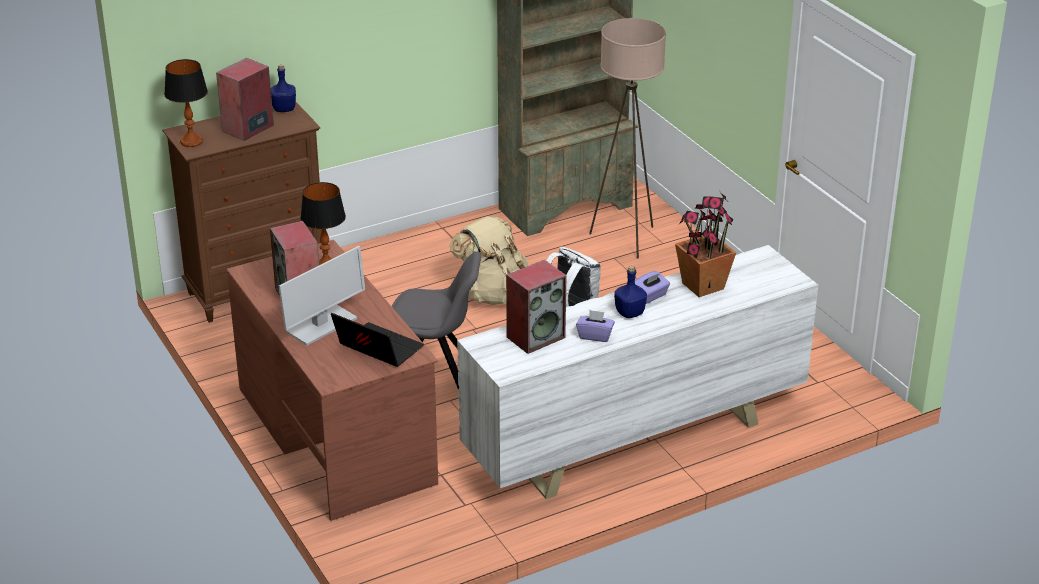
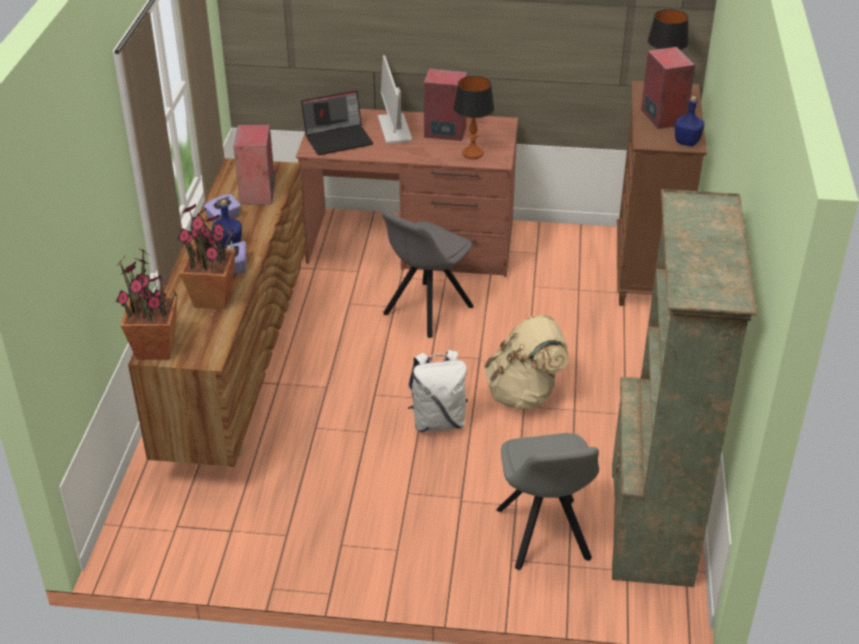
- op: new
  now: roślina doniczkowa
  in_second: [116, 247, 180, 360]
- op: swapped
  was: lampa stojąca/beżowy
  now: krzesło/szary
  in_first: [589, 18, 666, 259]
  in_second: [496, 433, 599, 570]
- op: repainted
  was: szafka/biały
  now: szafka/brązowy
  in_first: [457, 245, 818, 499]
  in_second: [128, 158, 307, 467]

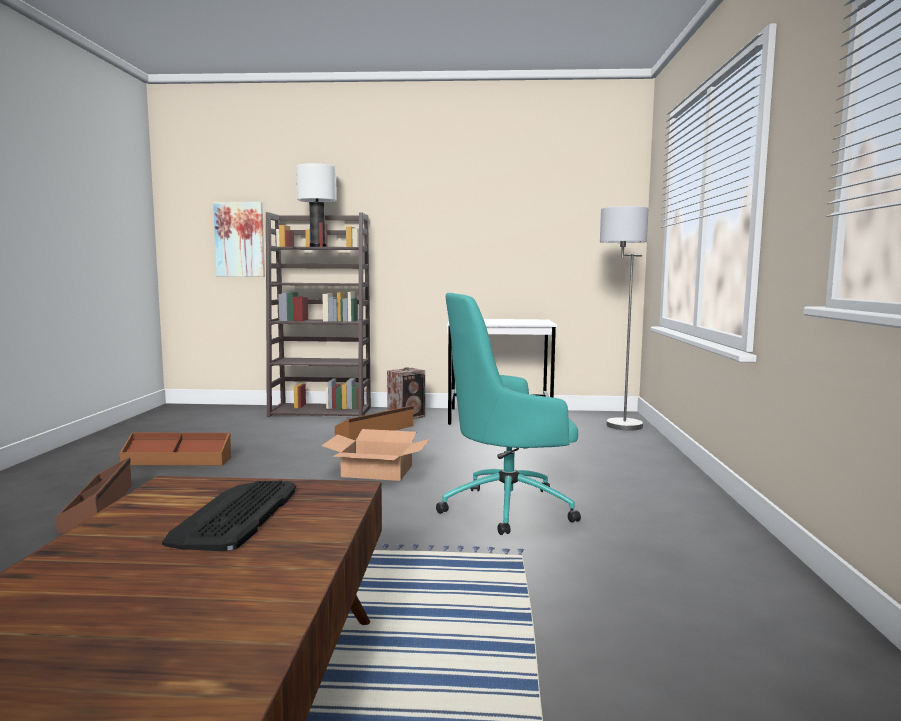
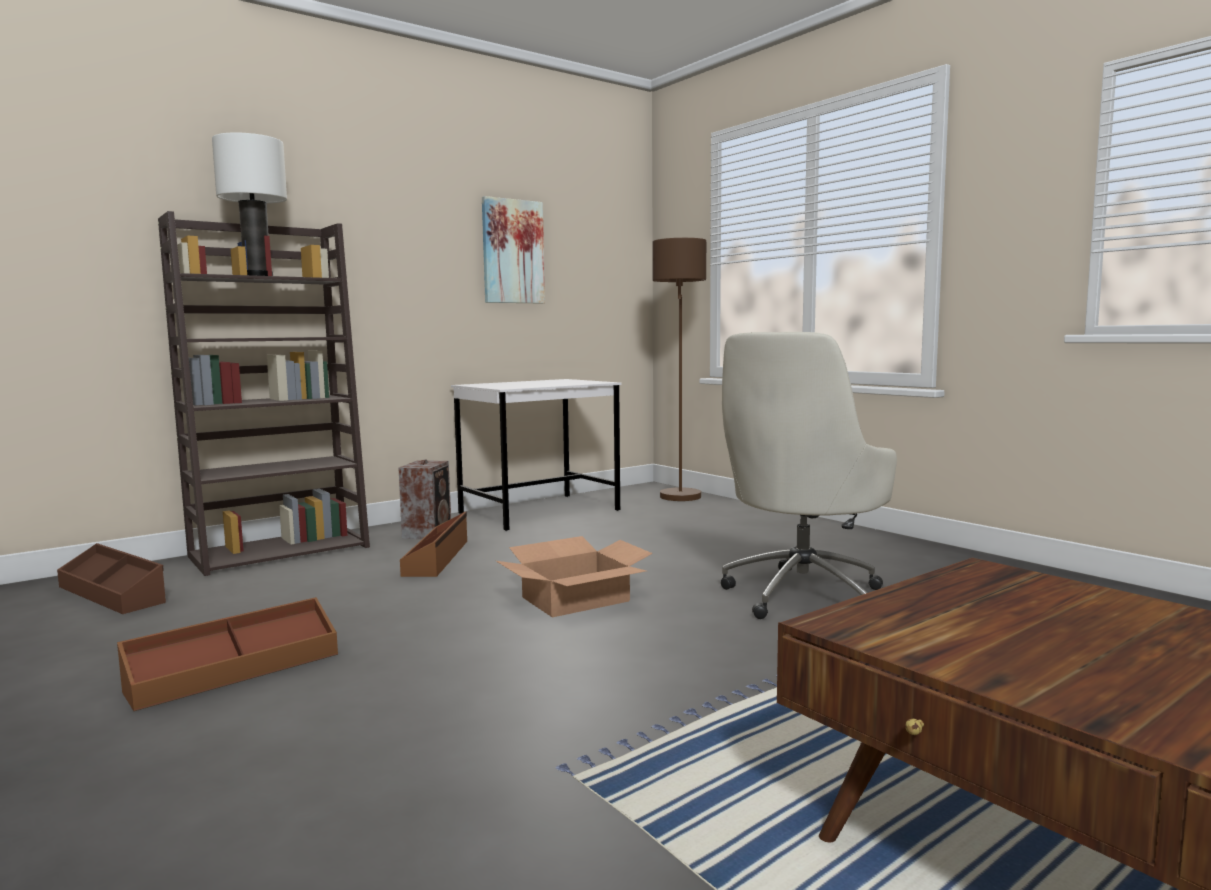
- op: gone
  was: klawiatura
  in_first: [162, 481, 296, 551]
- op: shifted
  was: pojemnik do przechowywania/brązowy
  in_first: [56, 457, 132, 533]
  in_second: [57, 543, 166, 614]
- op: shifted
  was: obraz
  in_first: [213, 202, 265, 277]
  in_second: [482, 196, 545, 304]
- op: repainted
  was: krzesło biurowe/turkusowy
  now: krzesło biurowe/beżowy
  in_first: [436, 293, 581, 535]
  in_second: [721, 332, 897, 619]
- op: repainted
  was: lampa stojąca/szary
  now: lampa stojąca/brązowy
  in_first: [600, 206, 648, 431]
  in_second: [652, 238, 706, 501]

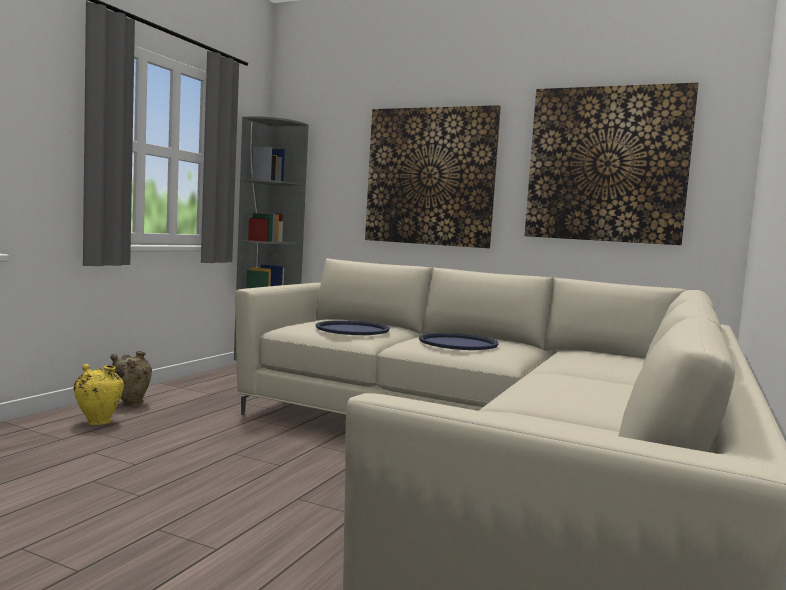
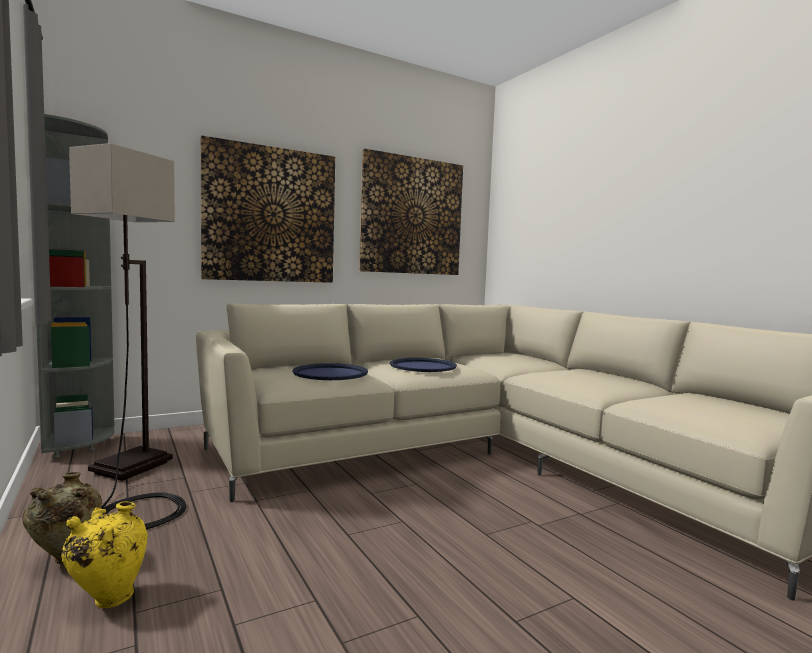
- op: new
  now: lampa stojąca
  in_second: [69, 143, 186, 529]

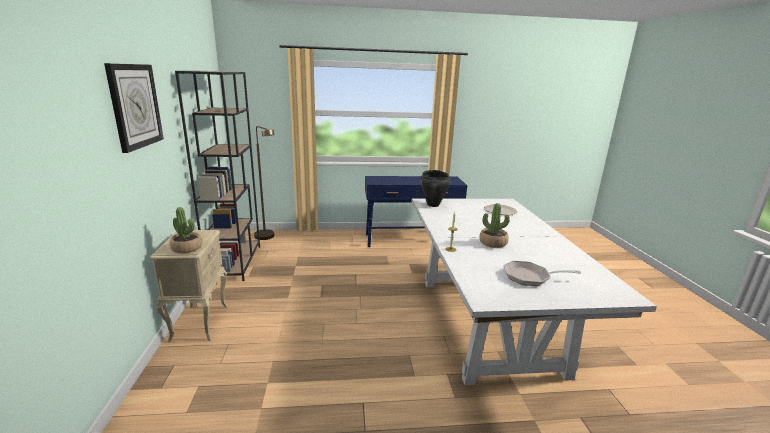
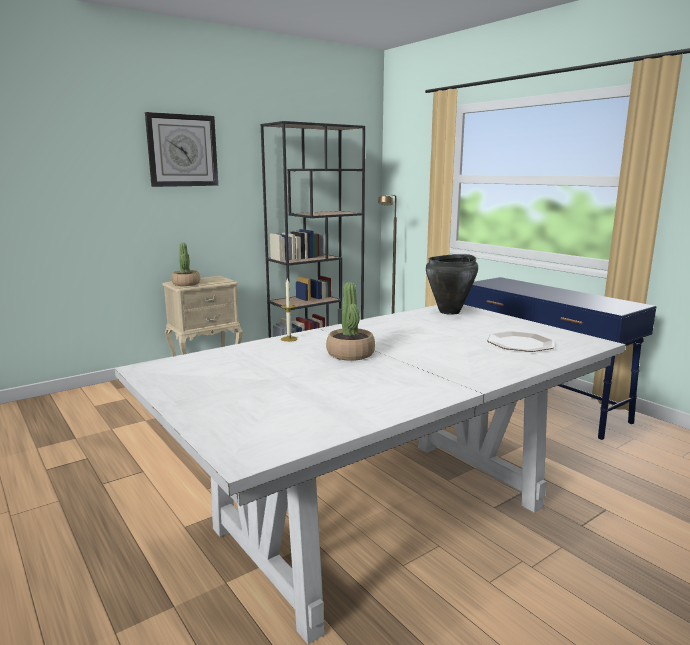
- op: gone
  was: patelnia
  in_first: [503, 261, 581, 286]

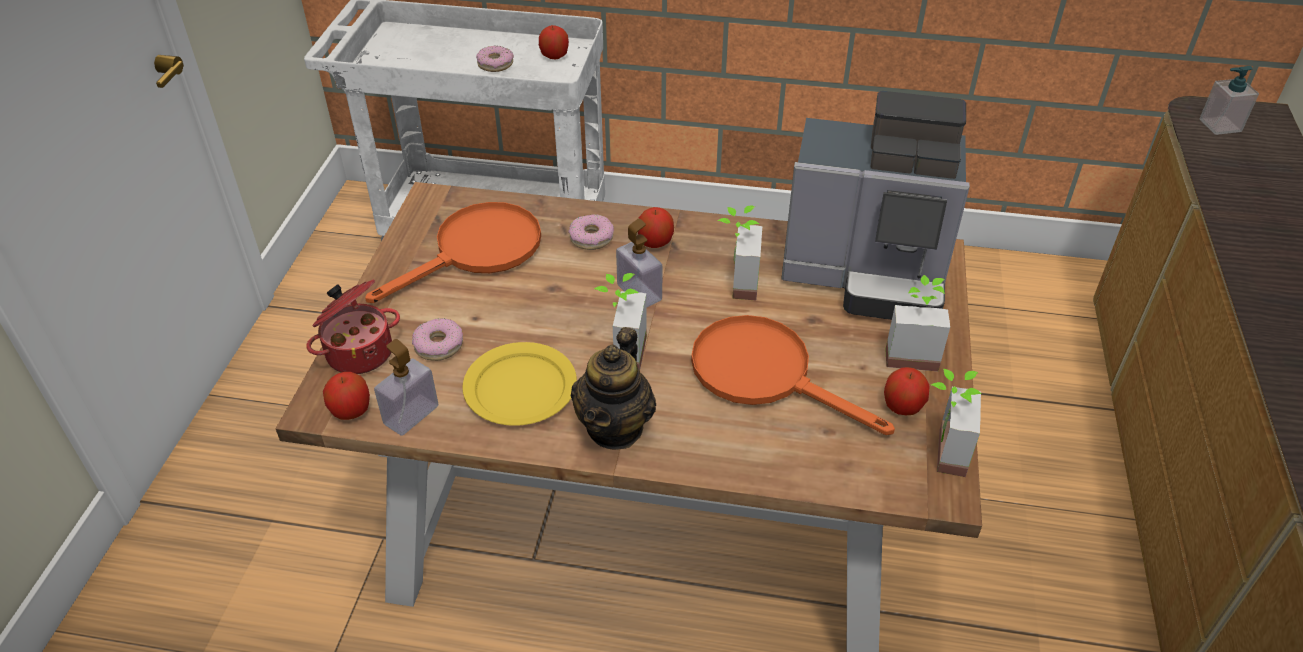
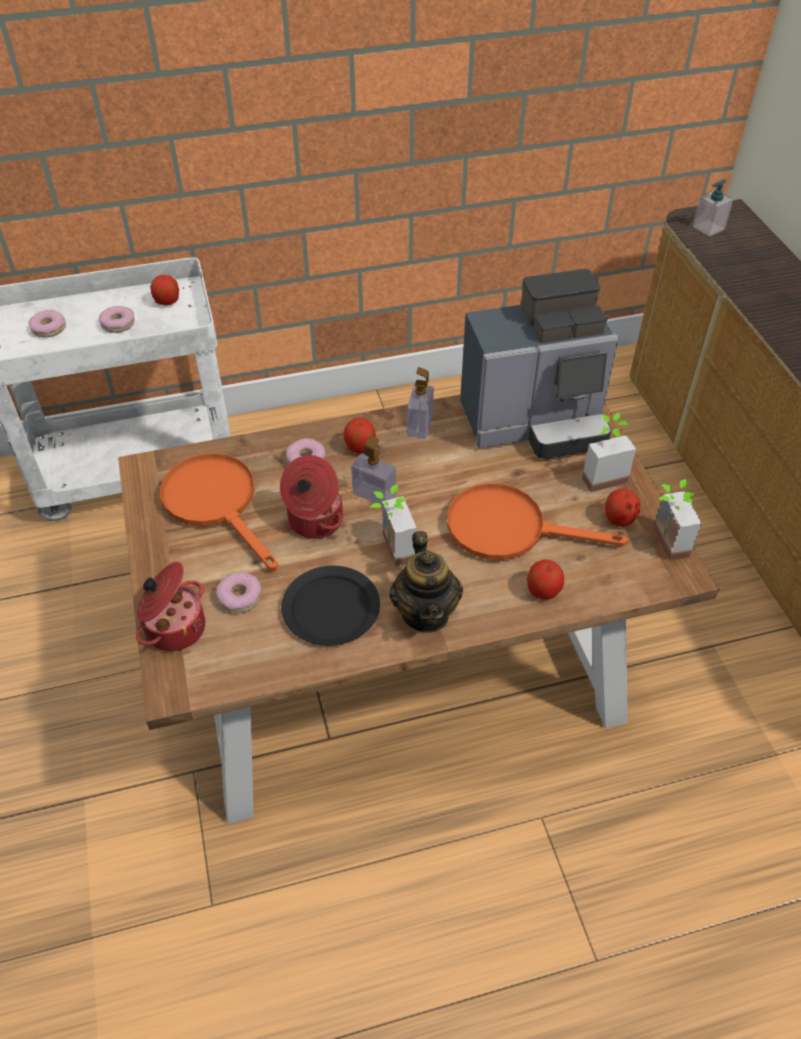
- op: gone
  was: roślina doniczkowa
  in_first: [717, 206, 762, 300]
- op: new
  now: donut
  in_second: [29, 310, 66, 337]
- op: new
  now: garnek
  in_second: [280, 455, 343, 539]
- op: shifted
  was: jabłko
  in_first: [323, 372, 370, 420]
  in_second: [527, 560, 564, 600]
- op: shifted
  was: dozownik mydła
  in_first: [374, 339, 438, 436]
  in_second: [407, 367, 434, 439]
- op: repainted
  was: talerz/żółty
  now: talerz/czarny
  in_first: [462, 342, 577, 426]
  in_second: [281, 565, 380, 646]
- op: rotated
  was: patelnia/pomarańczowy
  in_first: [365, 202, 541, 303]
  in_second: [160, 453, 278, 571]
  clockwise: -60

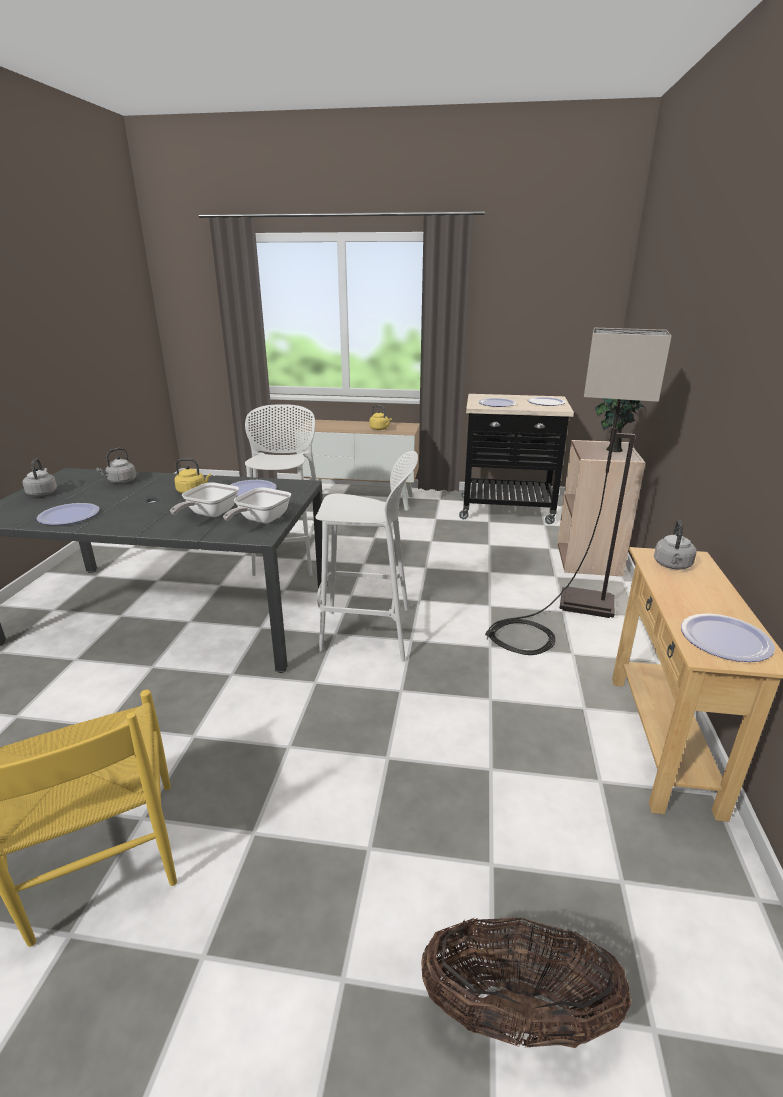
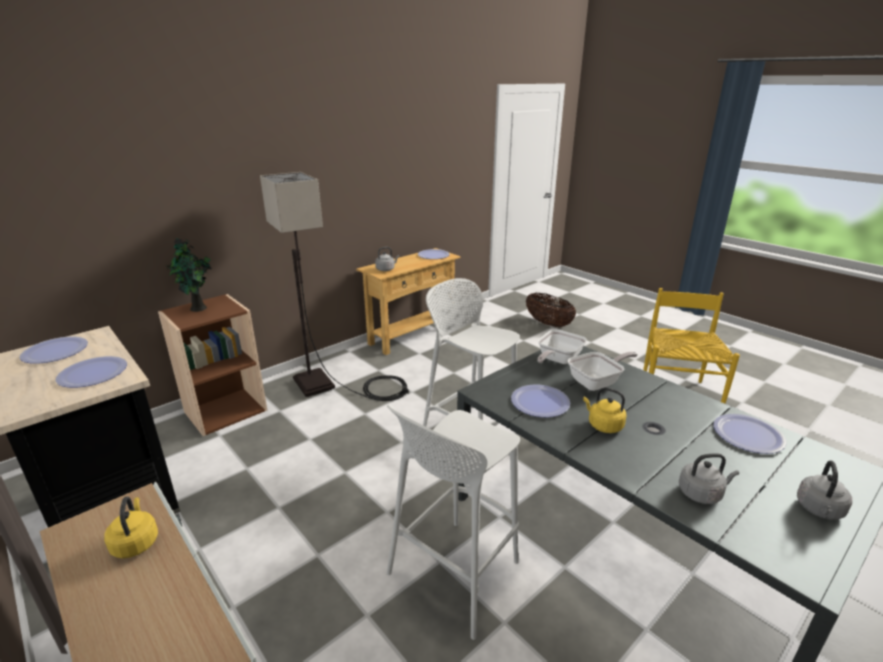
- op: rotated
  was: patelnia
  in_first: [223, 487, 291, 524]
  in_second: [537, 329, 587, 364]
  clockwise: 150

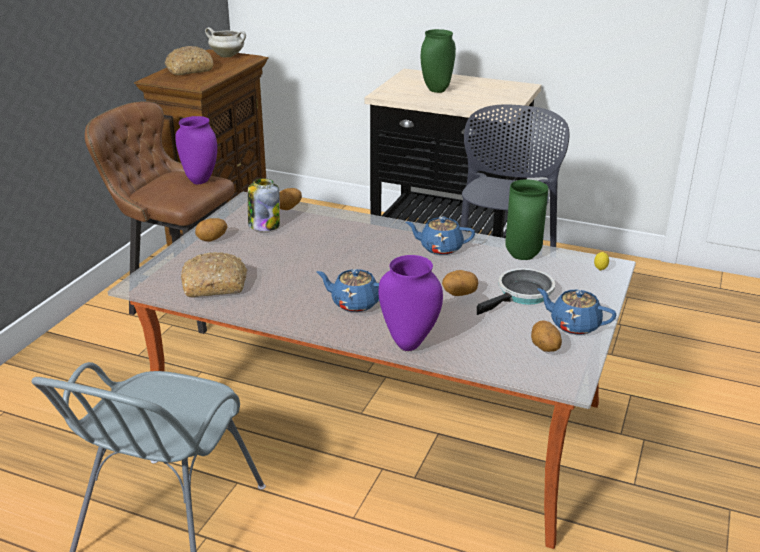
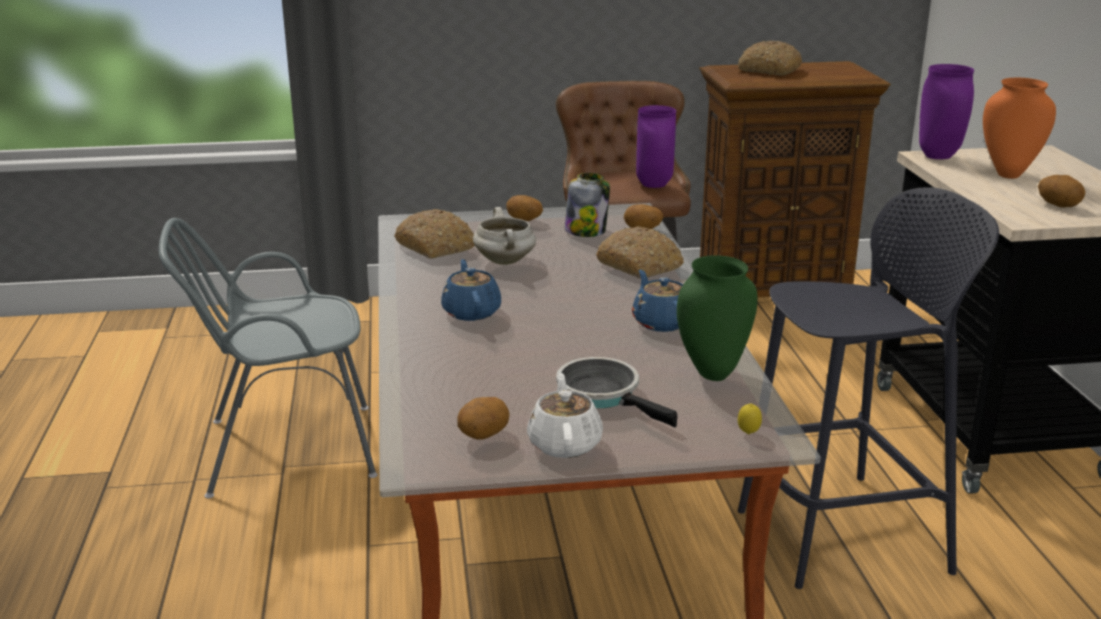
- op: new
  now: chleb
  in_second: [596, 226, 684, 279]
- op: shifted
  was: garnek/biały
  in_first: [205, 27, 246, 58]
  in_second: [473, 207, 536, 265]
- op: shifted
  was: wazon/fioletowy
  in_first: [378, 255, 443, 351]
  in_second: [919, 64, 974, 159]
- op: shifted
  was: ziemniak
  in_first: [442, 270, 478, 296]
  in_second: [1038, 175, 1085, 208]
- op: repainted
  was: wazon/zielony
  now: wazon/pomarańczowy
  in_first: [421, 29, 456, 93]
  in_second: [983, 78, 1056, 179]
- op: repainted
  was: imbryk/niebieski
  now: imbryk/biały
  in_first: [537, 288, 616, 335]
  in_second: [527, 373, 603, 458]
- op: rotated
  was: patelnia
  in_first: [477, 268, 555, 315]
  in_second: [556, 357, 678, 427]
  clockwise: -150

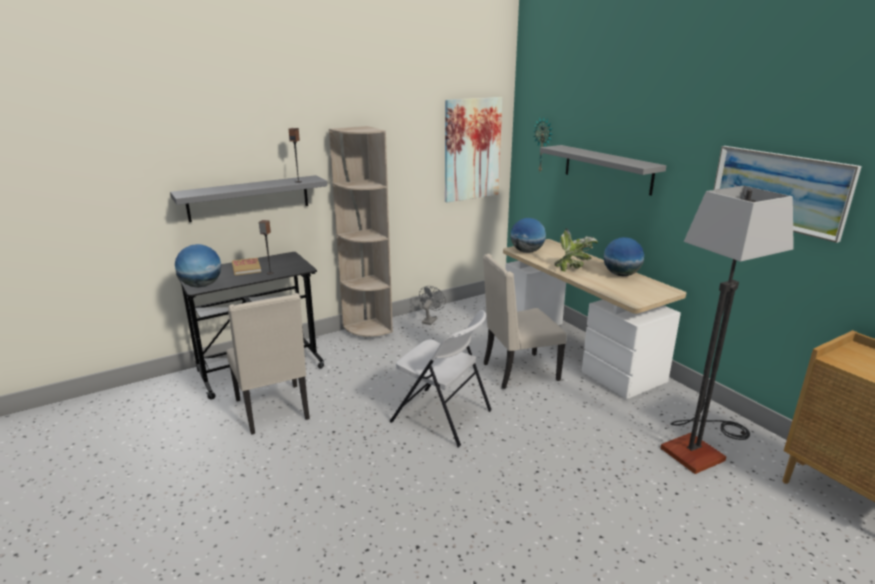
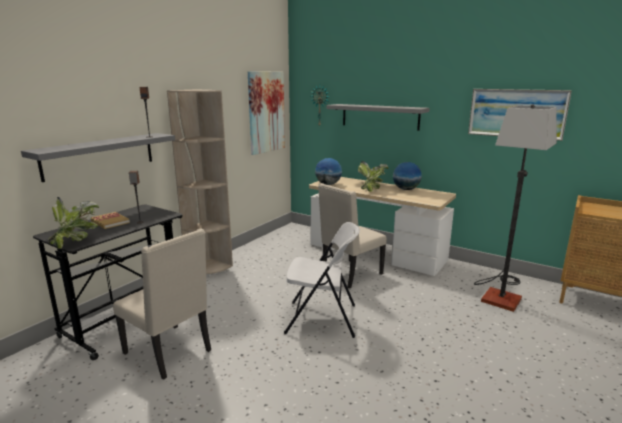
- op: gone
  was: wentylator/szary
  in_first: [419, 286, 446, 325]
- op: swapped
  was: globus
  now: roślina doniczkowa
  in_first: [175, 244, 222, 288]
  in_second: [48, 197, 99, 248]

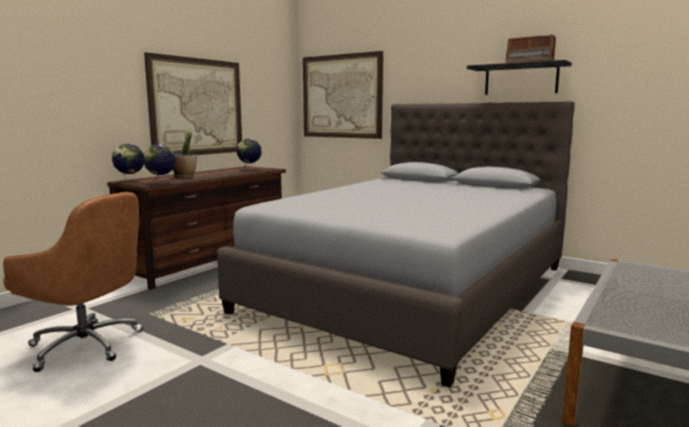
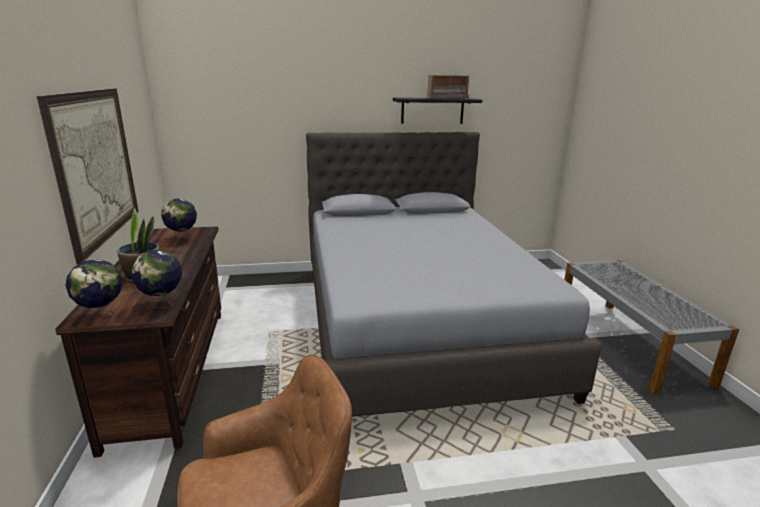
- op: gone
  was: obraz
  in_first: [303, 51, 383, 139]

